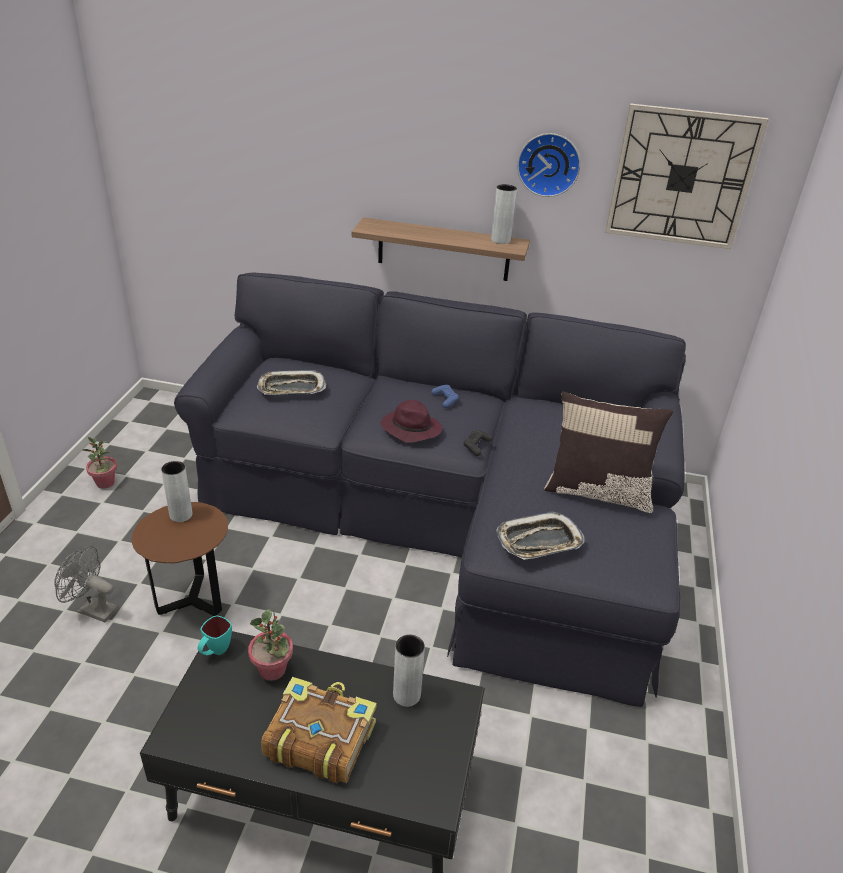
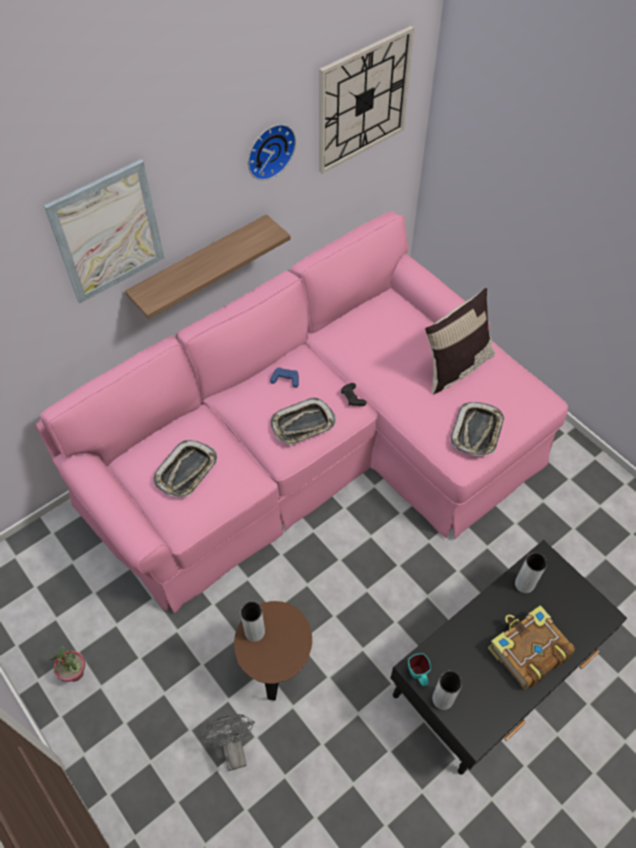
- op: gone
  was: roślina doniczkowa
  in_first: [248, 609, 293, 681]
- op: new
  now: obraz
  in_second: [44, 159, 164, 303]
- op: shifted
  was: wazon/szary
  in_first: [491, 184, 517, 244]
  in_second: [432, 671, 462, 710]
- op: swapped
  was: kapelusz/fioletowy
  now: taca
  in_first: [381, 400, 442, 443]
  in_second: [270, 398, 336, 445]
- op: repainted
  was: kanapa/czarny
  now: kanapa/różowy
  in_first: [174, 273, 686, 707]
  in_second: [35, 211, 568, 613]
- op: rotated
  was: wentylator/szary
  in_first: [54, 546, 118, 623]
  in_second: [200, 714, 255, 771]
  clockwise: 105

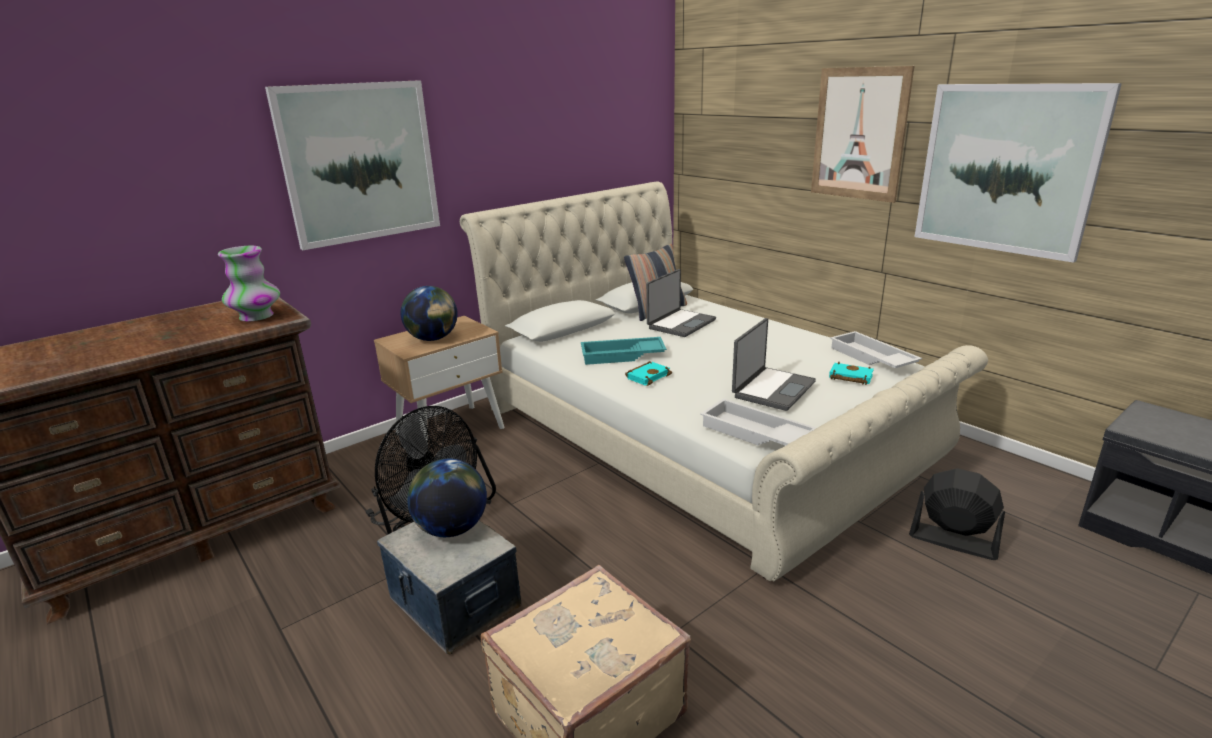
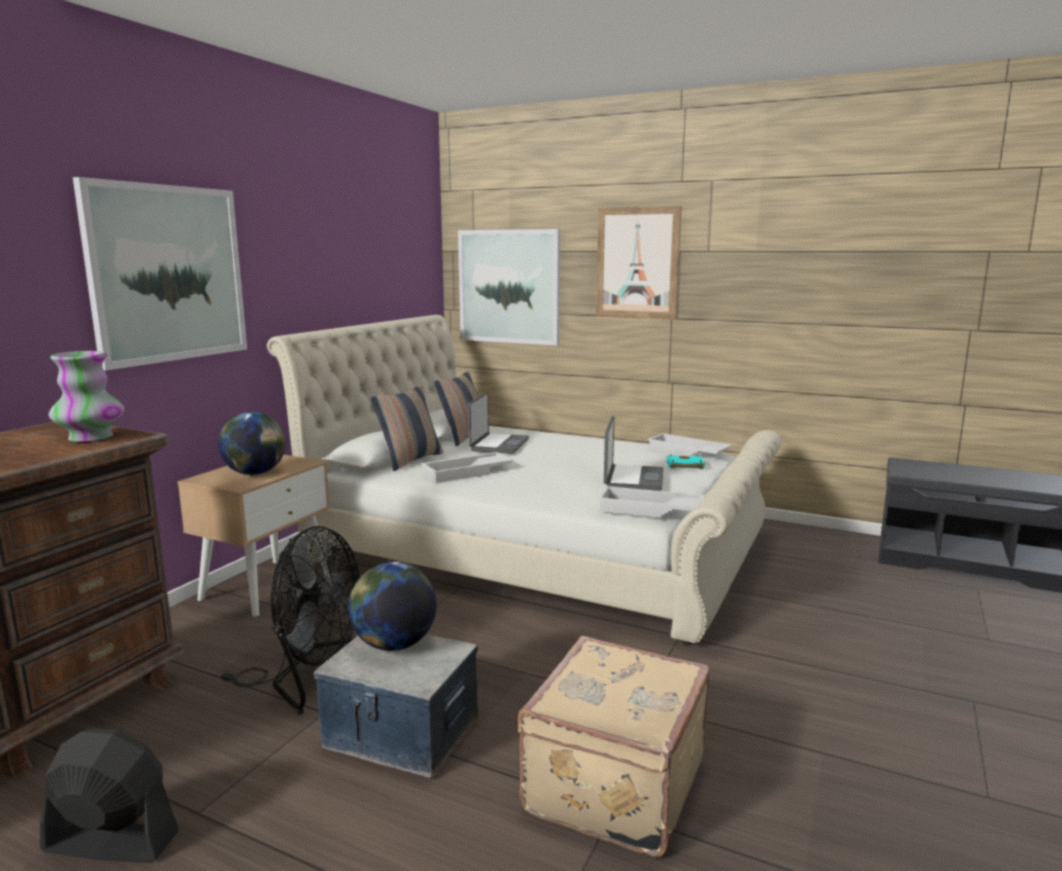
- op: gone
  was: książka/turkusowy
  in_first: [625, 361, 672, 386]
- op: new
  now: poduszka
  in_second: [371, 385, 443, 471]
- op: shifted
  was: wentylator/czarny
  in_first: [909, 468, 1005, 560]
  in_second: [40, 728, 179, 863]
- op: shifted
  was: obraz
  in_first: [914, 83, 1122, 263]
  in_second: [458, 229, 560, 346]
- op: repainted
  was: taca/turkusowy
  now: taca/biały
  in_first: [581, 337, 667, 365]
  in_second: [421, 452, 513, 483]

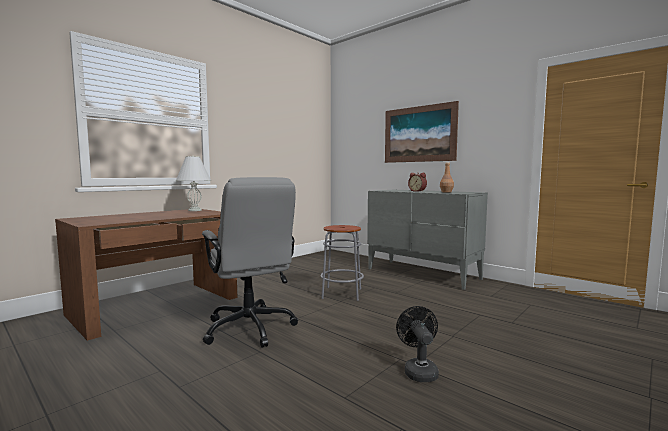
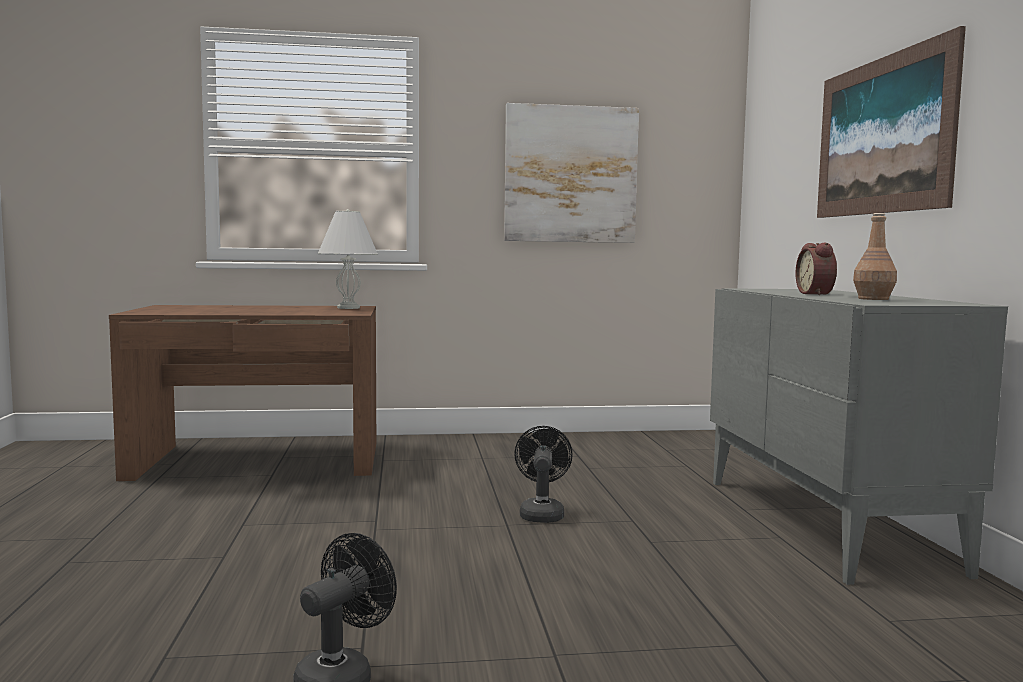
- op: gone
  was: krzesło biurowe/szary
  in_first: [202, 177, 298, 348]
- op: new
  now: obraz
  in_second: [504, 103, 639, 243]
- op: swapped
  was: stołek/szary
  now: wentylator/czarny
  in_first: [321, 225, 364, 301]
  in_second: [514, 426, 573, 523]

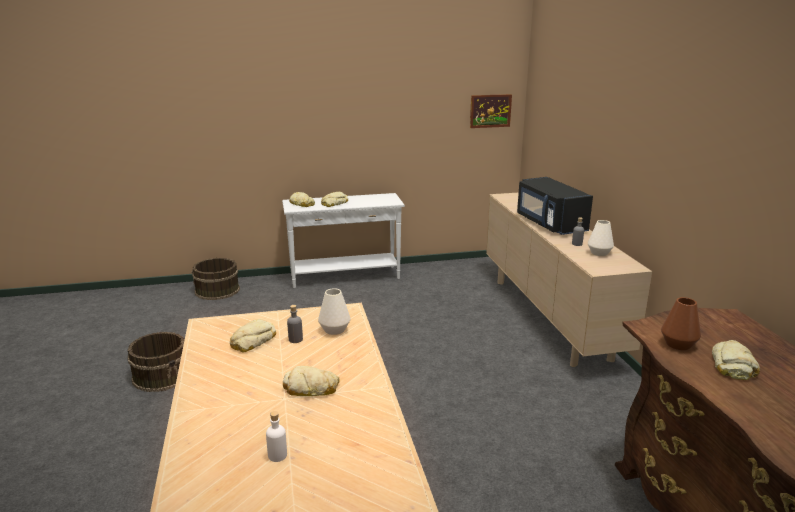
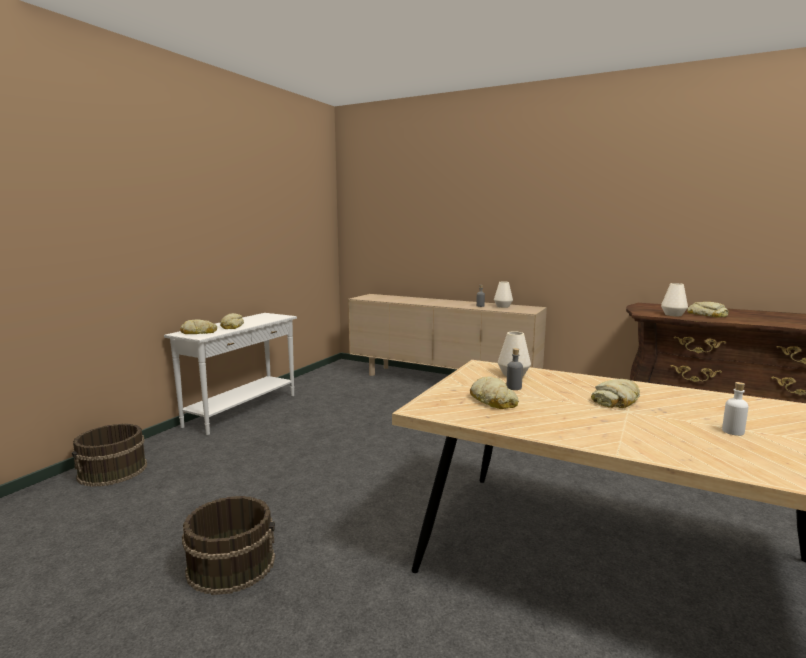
- op: gone
  was: obraz
  in_first: [470, 94, 512, 128]
- op: gone
  was: mikrofalówka/czarny
  in_first: [517, 177, 593, 235]
- op: repainted
  was: wazon/brązowy
  now: wazon/biały
  in_first: [661, 297, 701, 350]
  in_second: [661, 283, 688, 316]

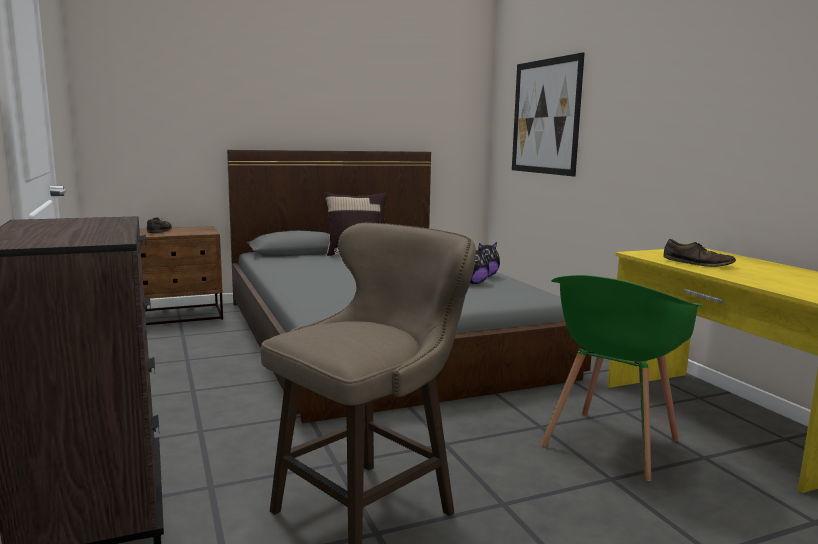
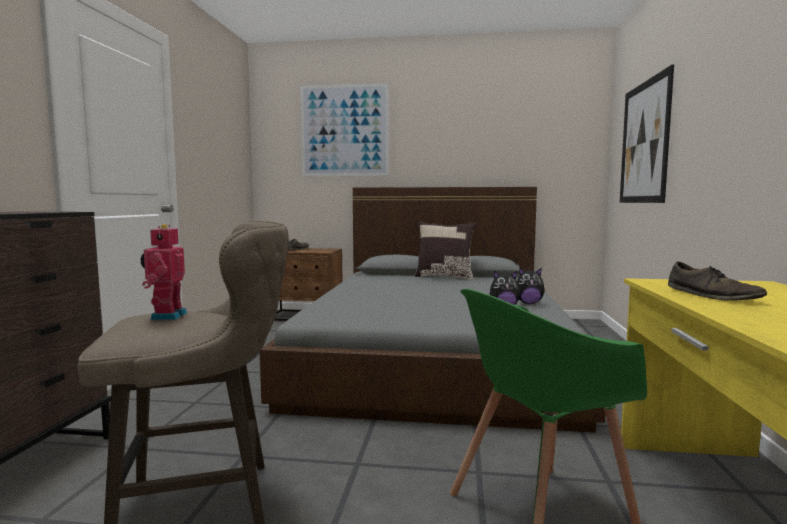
- op: new
  now: robot zabawkowy
  in_second: [141, 224, 187, 320]
- op: new
  now: obraz
  in_second: [300, 83, 389, 176]

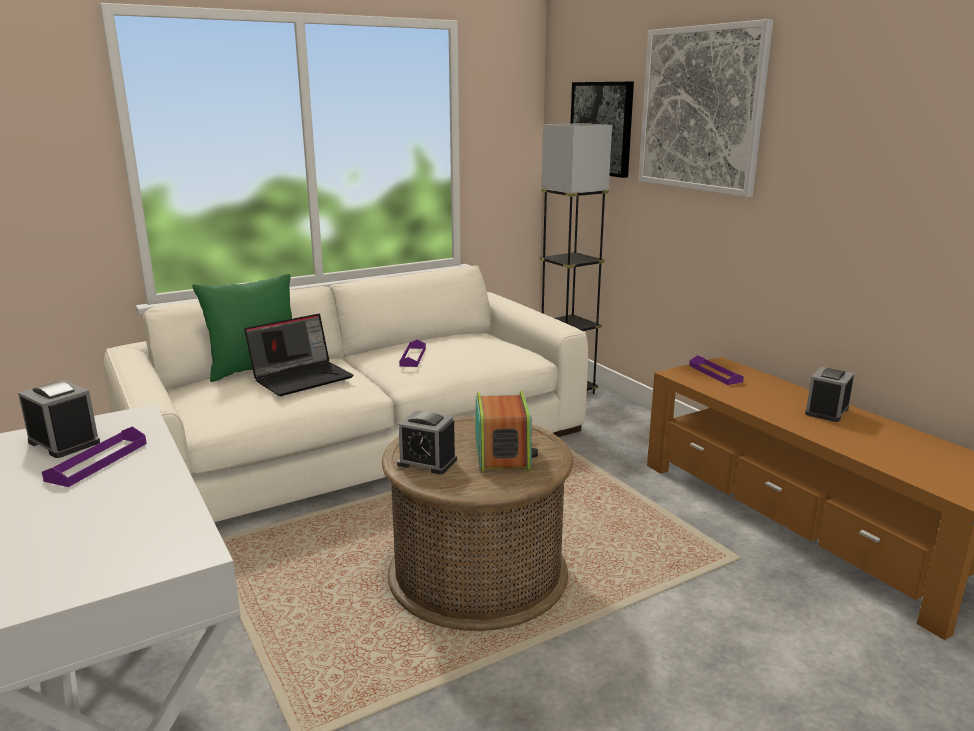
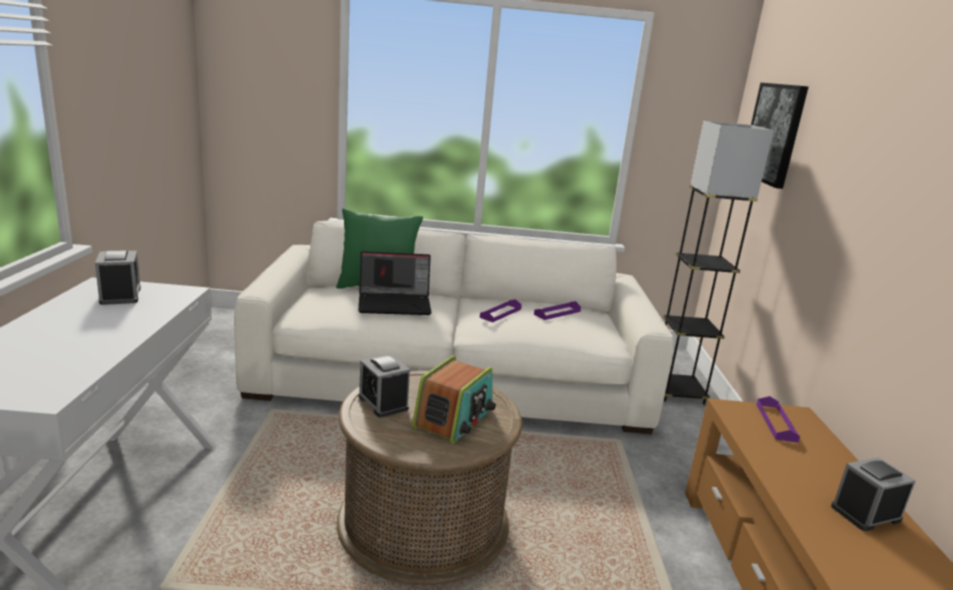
- op: gone
  was: obraz
  in_first: [638, 19, 773, 197]
- op: shifted
  was: taca/fioletowy
  in_first: [42, 426, 147, 487]
  in_second: [534, 301, 581, 320]

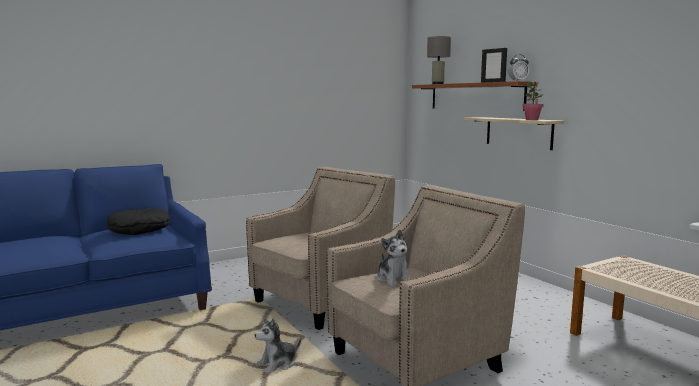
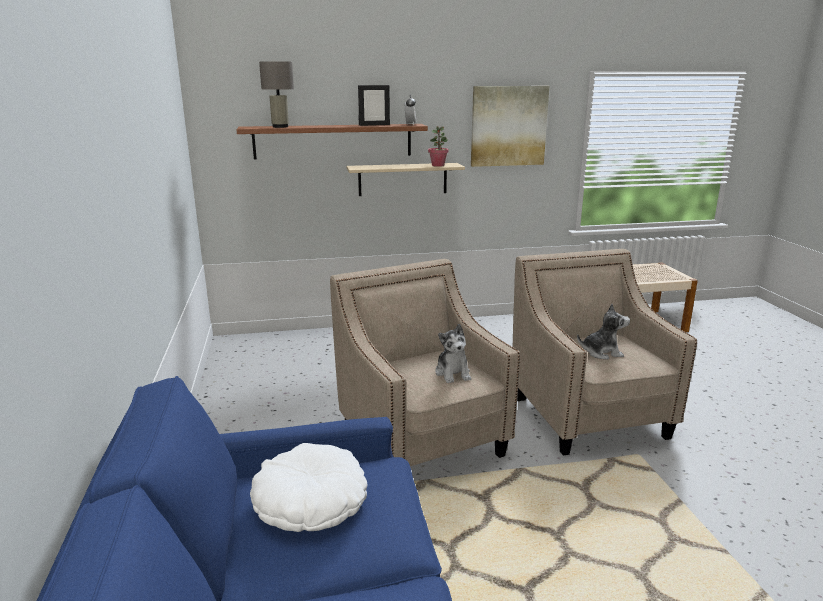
- op: new
  now: obraz
  in_second: [471, 86, 549, 167]
- op: shifted
  was: pluszak
  in_first: [255, 318, 301, 373]
  in_second: [435, 324, 471, 383]
- op: repainted
  was: poduszka/czarny
  now: poduszka/biały
  in_first: [107, 208, 170, 235]
  in_second: [250, 443, 367, 532]

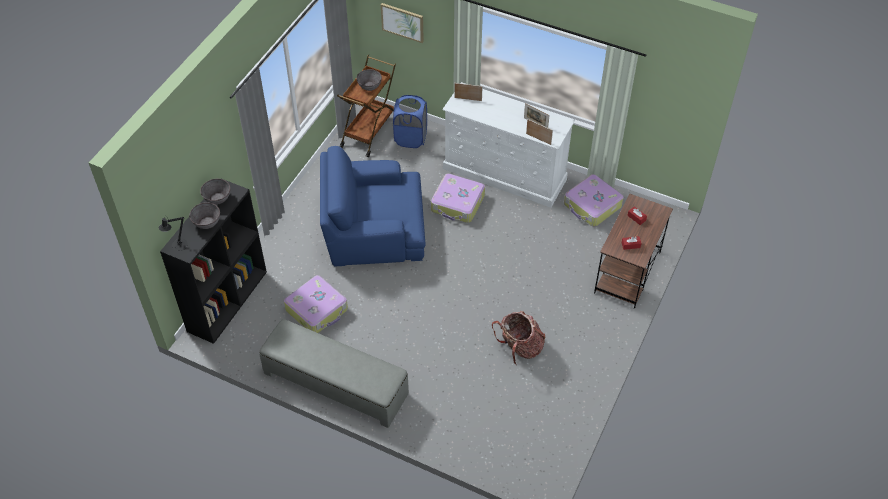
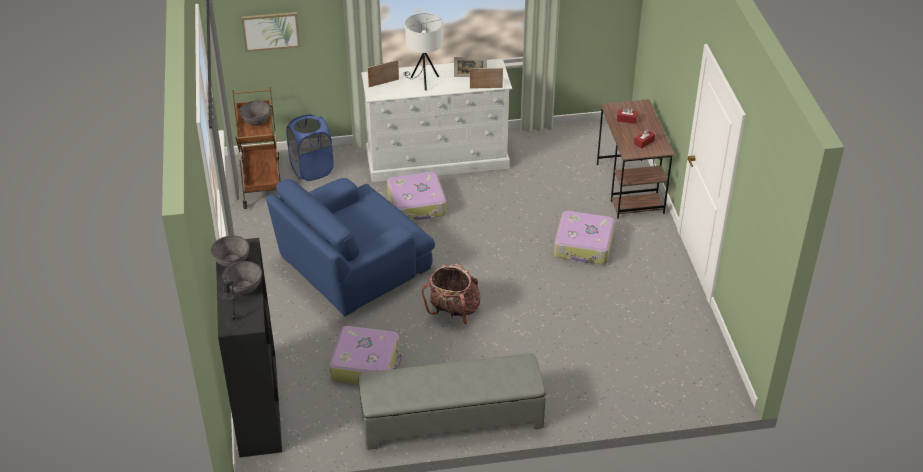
- op: new
  now: lampa stołowa/biały
  in_second: [403, 13, 443, 91]
- op: shifted
  was: plecak
  in_first: [492, 311, 545, 365]
  in_second: [422, 263, 480, 325]
- op: shifted
  was: walizka
  in_first: [564, 174, 624, 227]
  in_second: [554, 211, 615, 264]

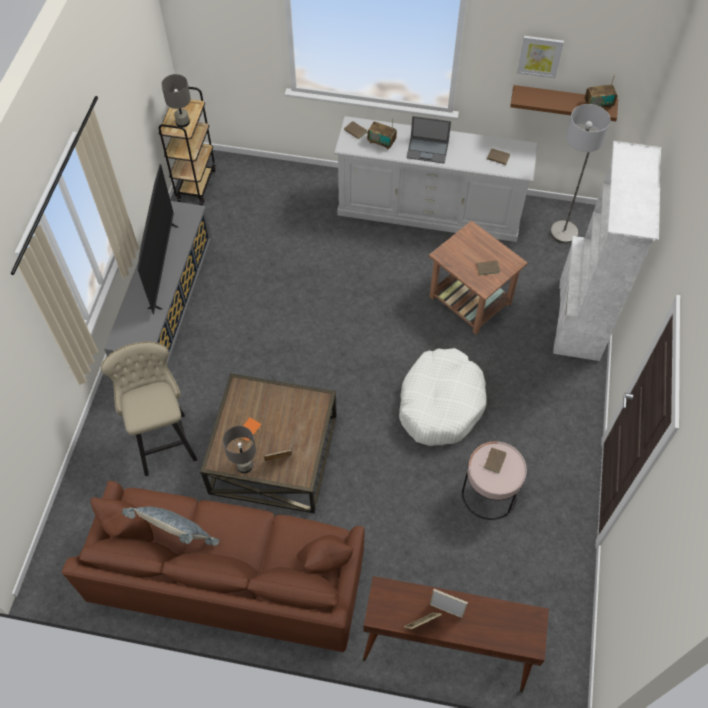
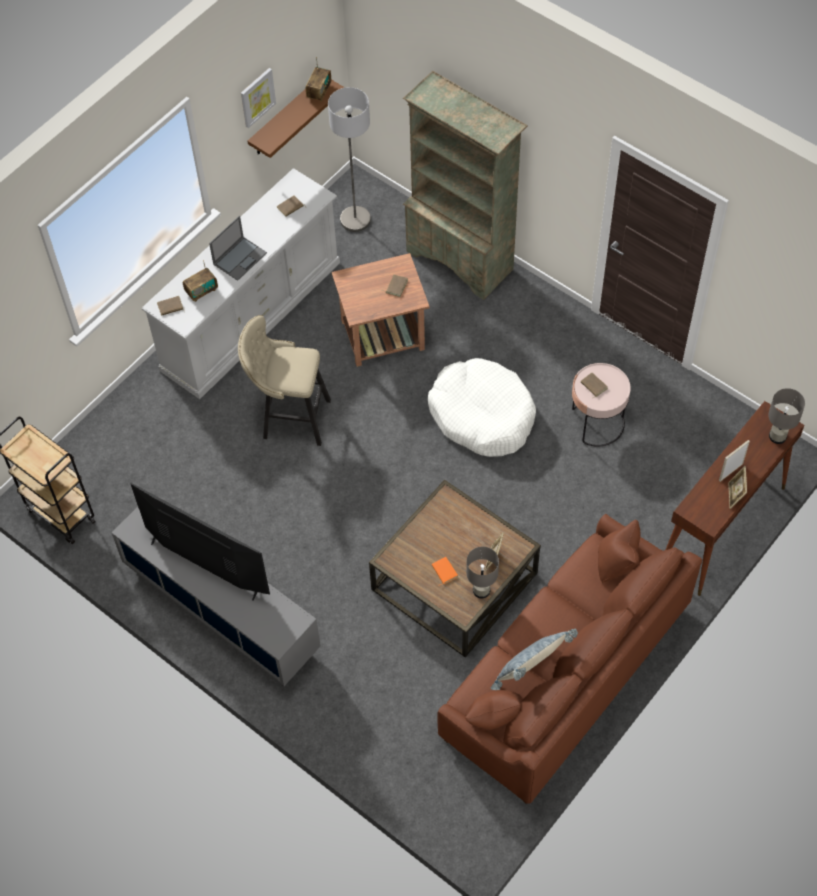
- op: shifted
  was: stołek/beżowy
  in_first: [101, 342, 197, 476]
  in_second: [238, 315, 331, 446]
- op: shifted
  was: lampa stołowa/szary
  in_first: [161, 74, 191, 127]
  in_second: [768, 388, 805, 444]
- op: repainted
  was: regał/biały
  now: regał/zielony
  in_first: [553, 141, 661, 361]
  in_second: [403, 71, 528, 300]

